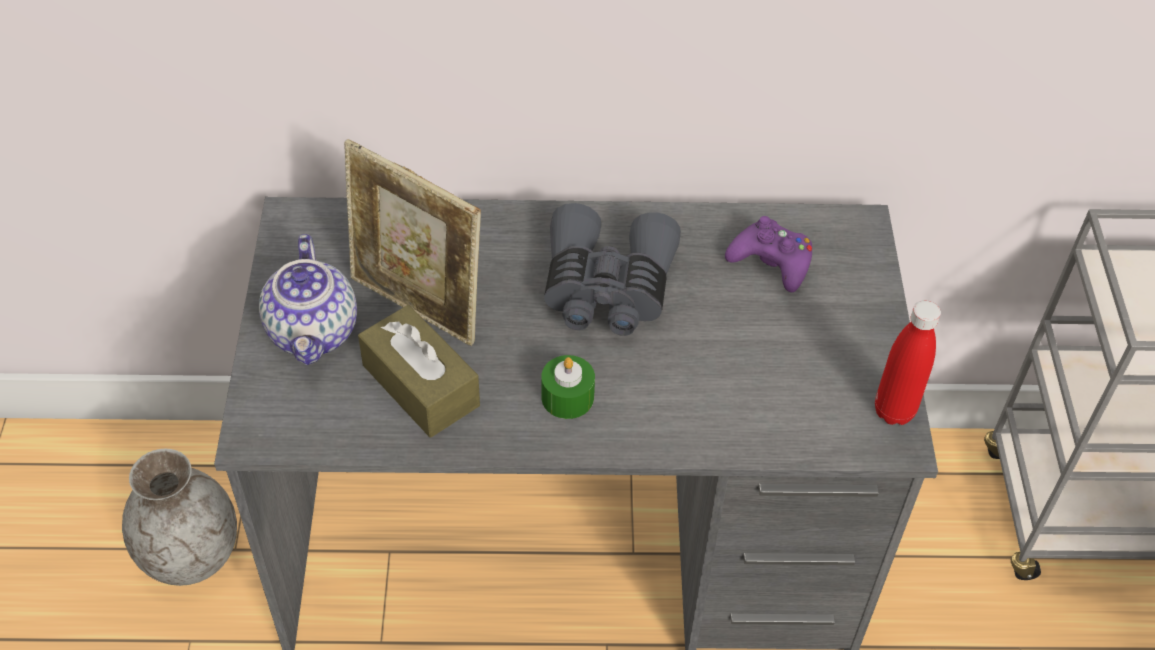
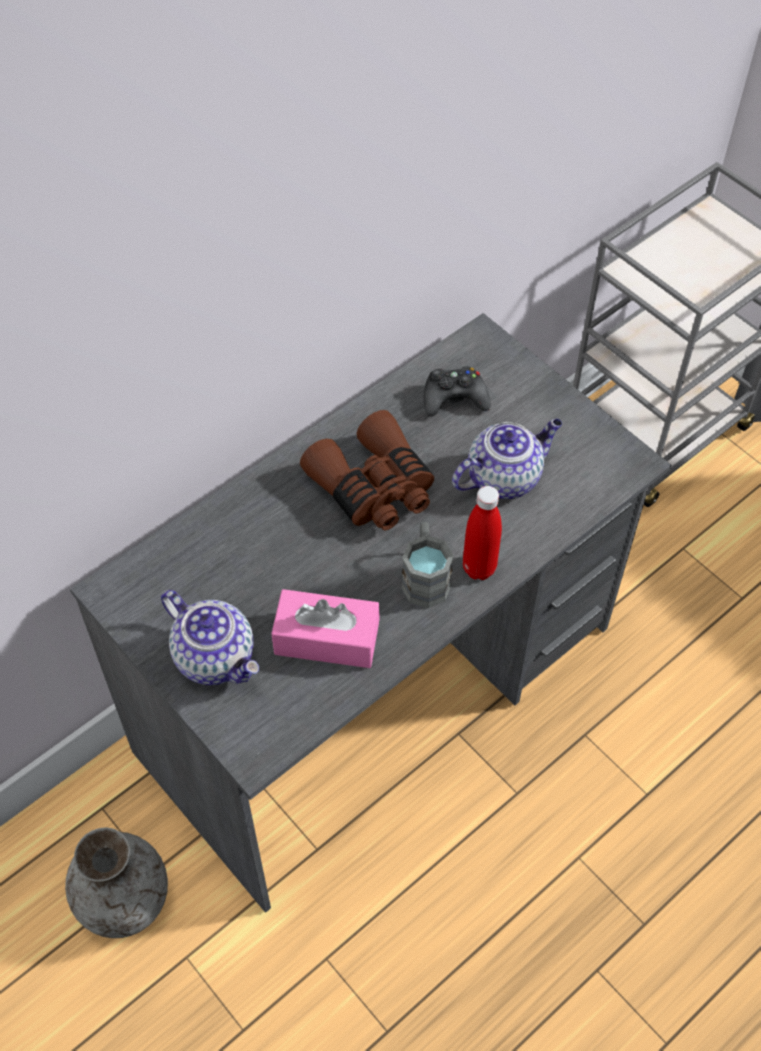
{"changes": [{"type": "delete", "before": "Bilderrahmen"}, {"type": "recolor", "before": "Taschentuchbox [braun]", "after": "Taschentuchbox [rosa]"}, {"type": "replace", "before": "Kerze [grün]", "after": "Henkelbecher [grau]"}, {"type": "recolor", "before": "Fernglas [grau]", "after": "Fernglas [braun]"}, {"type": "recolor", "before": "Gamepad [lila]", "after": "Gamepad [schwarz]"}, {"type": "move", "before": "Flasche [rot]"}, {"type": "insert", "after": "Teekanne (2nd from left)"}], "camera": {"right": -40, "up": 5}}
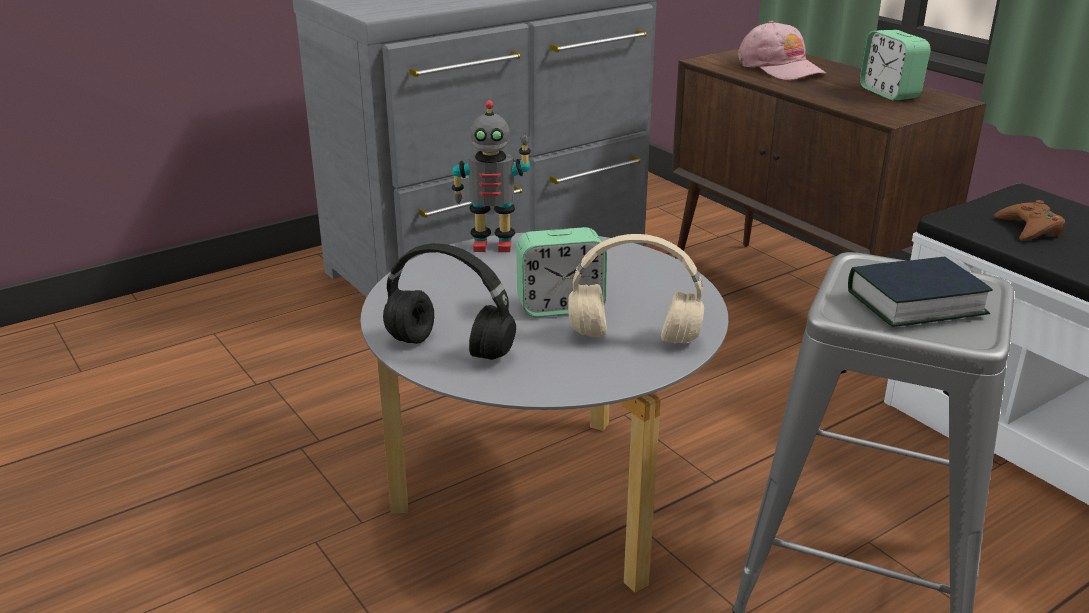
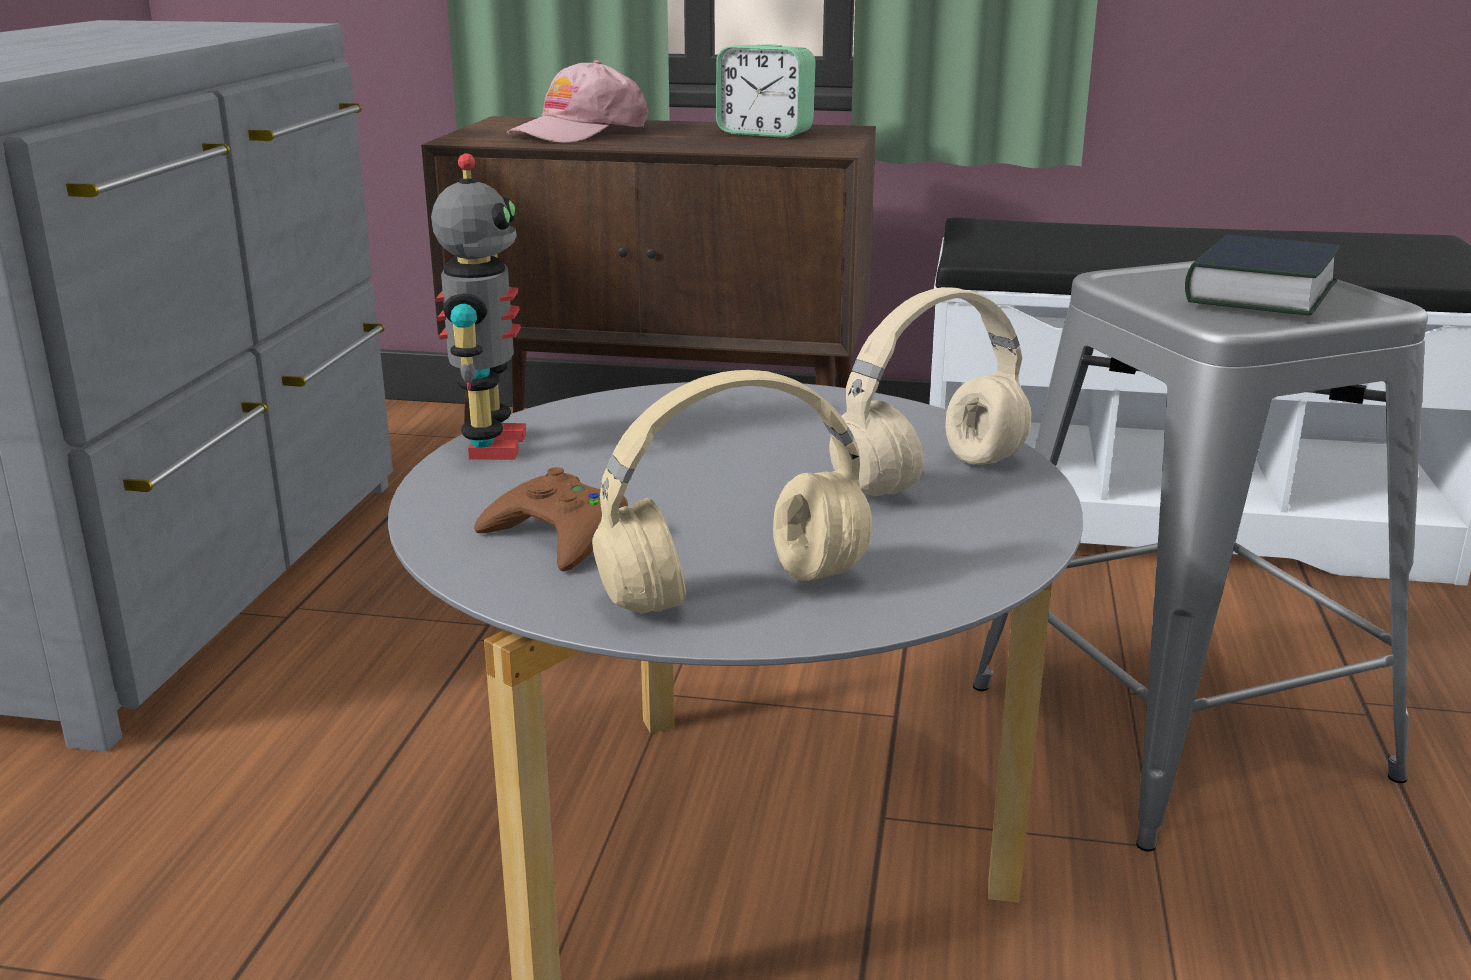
{"changes": [{"type": "recolor", "before": "Kopfhörer [schwarz]", "after": "Kopfhörer [beige] (1st from left)"}, {"type": "rotate", "before": "Spielzeugroboter", "turn": -45}, {"type": "delete", "before": "Wecker (1st from left)"}, {"type": "rotate", "before": "Kappe [rosa]", "turn": 120}, {"type": "move", "before": "Gamepad [braun]"}], "camera": {"right": -45, "up": -5}}
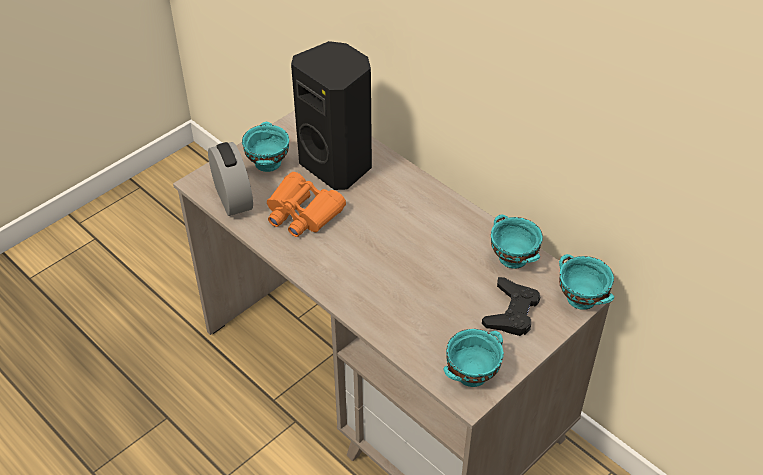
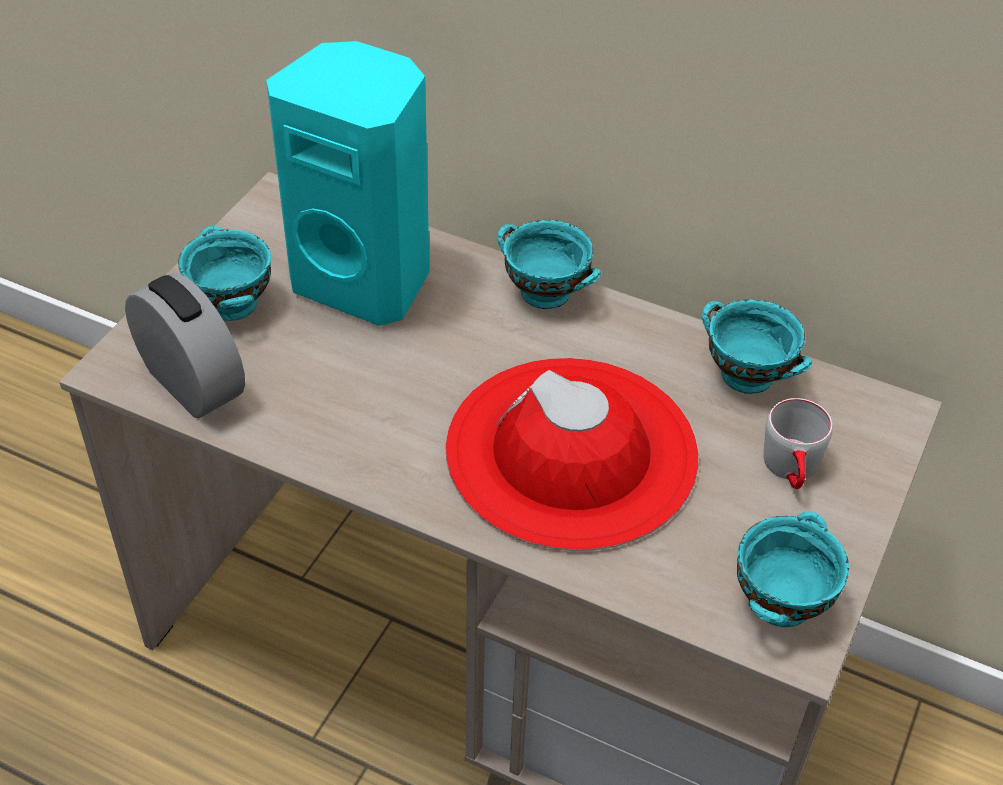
{"changes": [{"type": "delete", "before": "Fernglas [orange]"}, {"type": "recolor", "before": "Lautsprecher [schwarz]", "after": "Lautsprecher [türkis]"}, {"type": "replace", "before": "Gamepad [schwarz]", "after": "Henkelbecher [grau]"}, {"type": "move", "before": "Schüssel [türkis] (4th from left in the first image)", "after": "Schüssel [türkis] (2nd from left)"}, {"type": "insert", "after": "Hut [rot]"}], "camera": {"right": -20, "up": 0}}
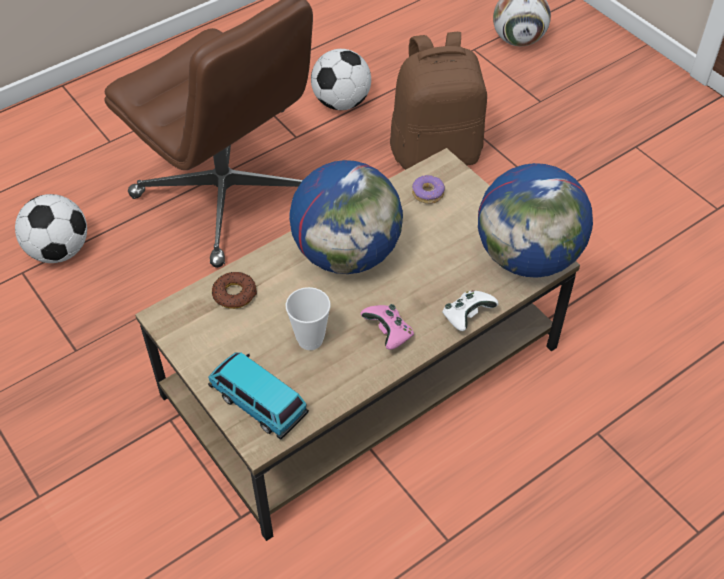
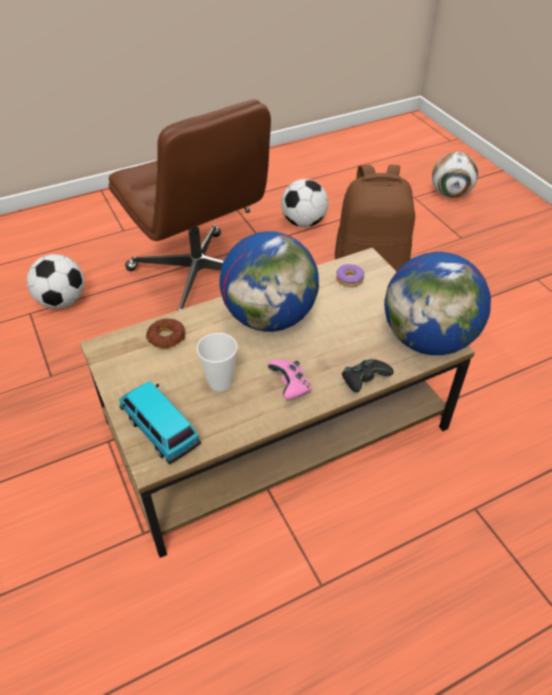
{"changes": [{"type": "recolor", "before": "Gamepad [weiß]", "after": "Gamepad [schwarz]"}], "camera": {"right": 10, "up": -5}}
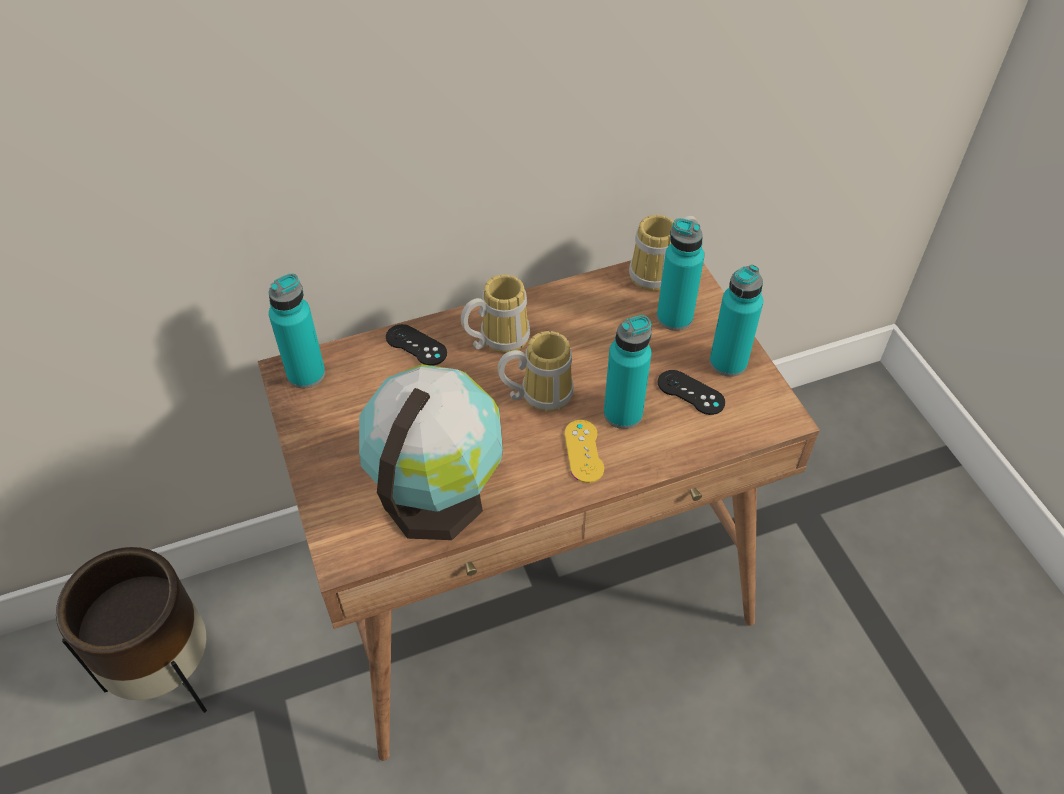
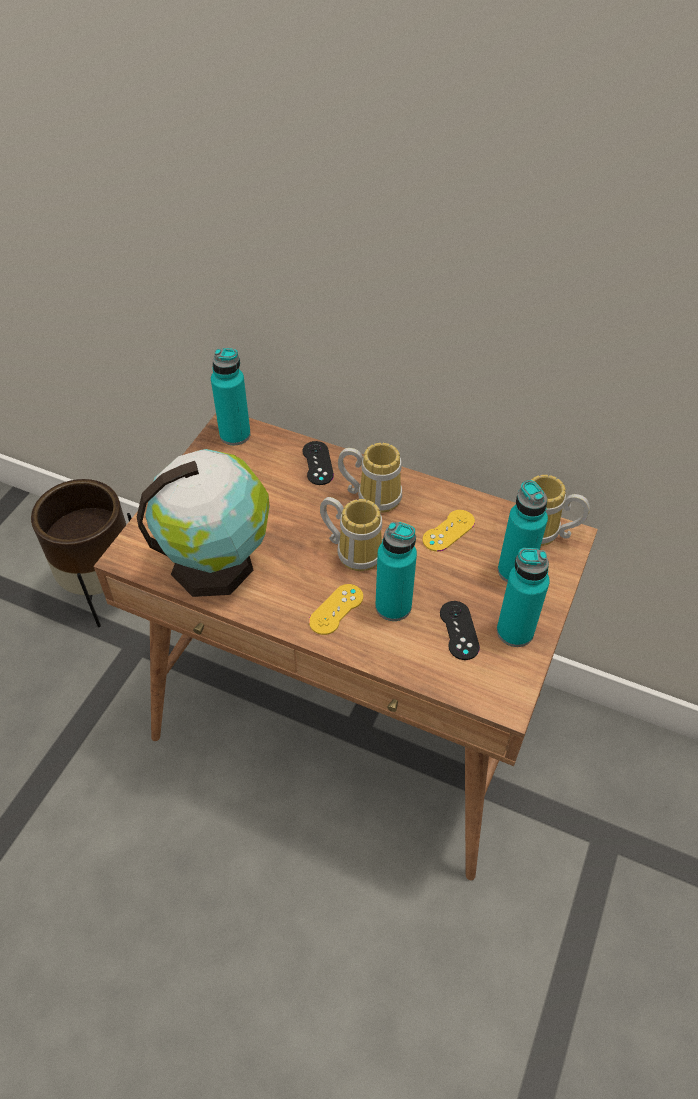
{"changes": [{"type": "insert", "after": "Gamepad [gelb] (2nd from left)"}], "camera": {"right": 45, "up": 0}}
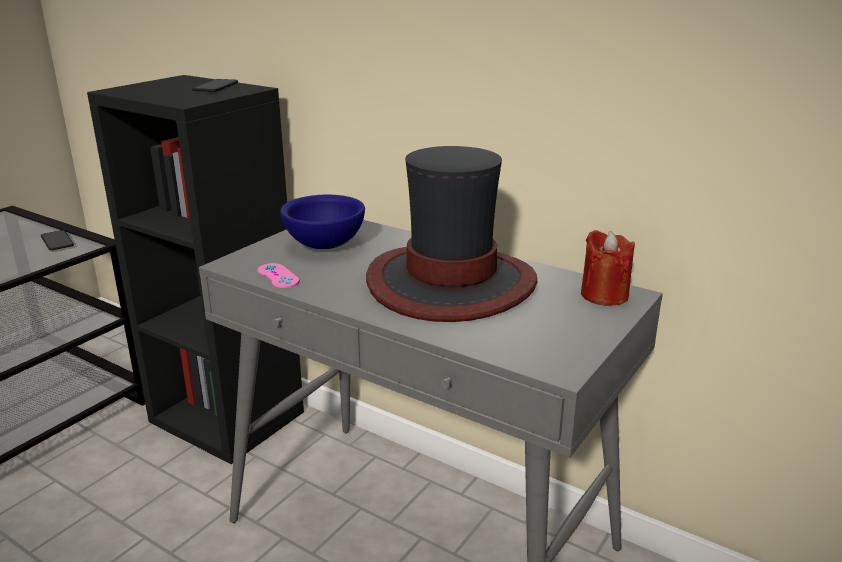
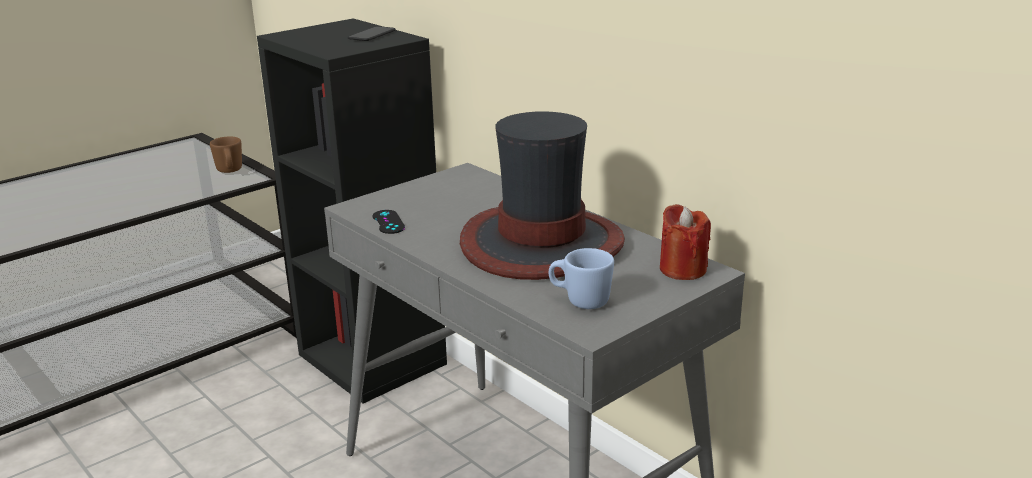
{"changes": [{"type": "replace", "before": "Handy (1st from left)", "after": "Henkelbecher [braun]"}, {"type": "recolor", "before": "Gamepad [rosa]", "after": "Gamepad [schwarz]"}, {"type": "delete", "before": "Schüssel [blau]"}, {"type": "insert", "after": "Henkelbecher [blau]"}], "camera": {"right": 15, "up": 0}}
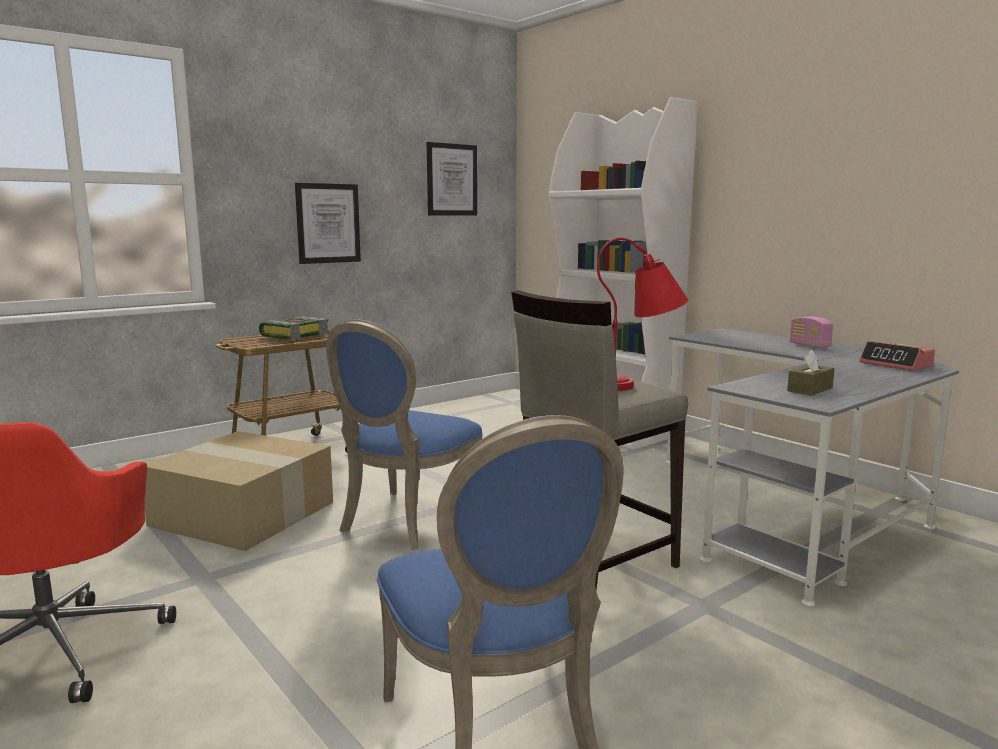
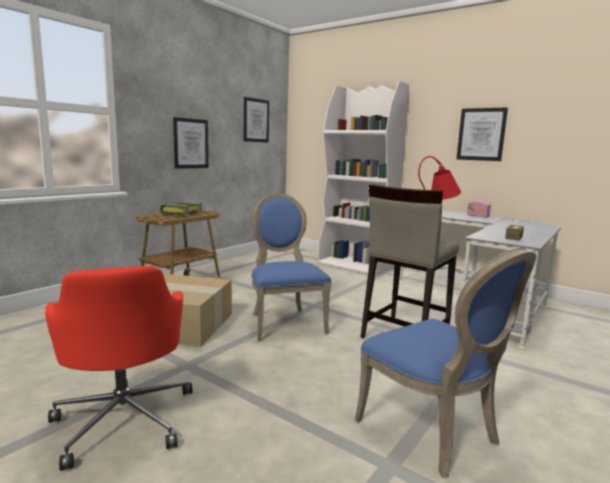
{"changes": [{"type": "rotate", "before": "Stuhl [blau] (1st from left)", "turn": 150}, {"type": "delete", "before": "Wecker"}, {"type": "insert", "after": "Bild (3rd from left)"}], "camera": {"right": -15, "up": 0}}
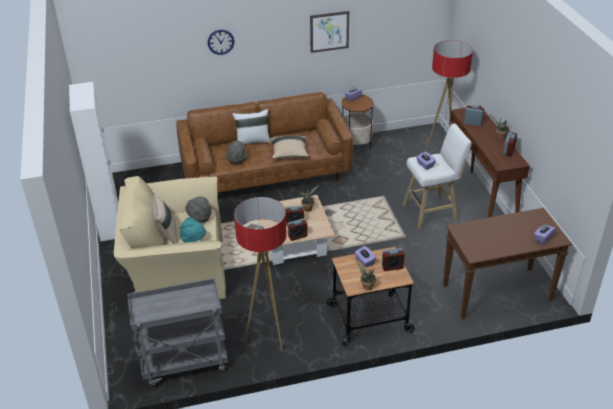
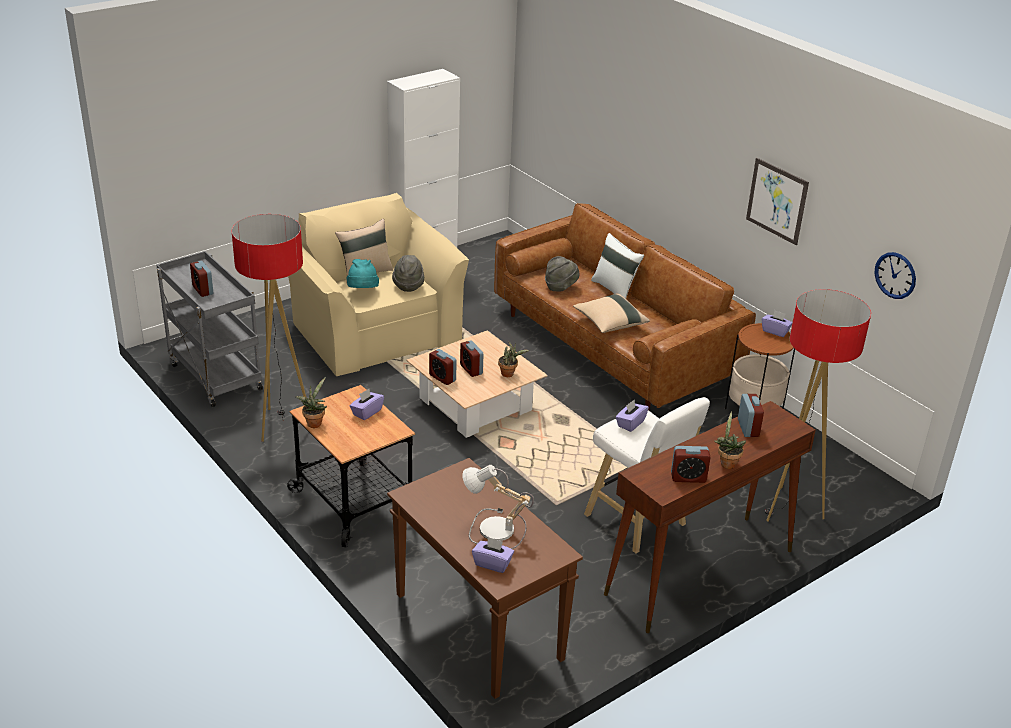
{"changes": [{"type": "move", "before": "Wanduhr"}, {"type": "move", "before": "Wecker (3rd from left in the first image)", "after": "Wecker (1st from left)"}, {"type": "insert", "after": "Tischlampe"}], "camera": {"right": 65, "up": -5}}
